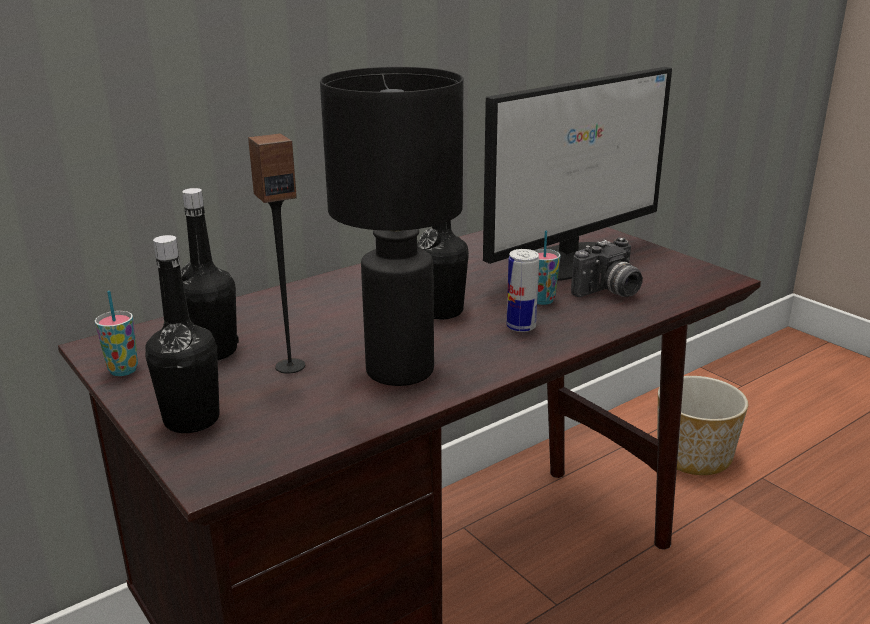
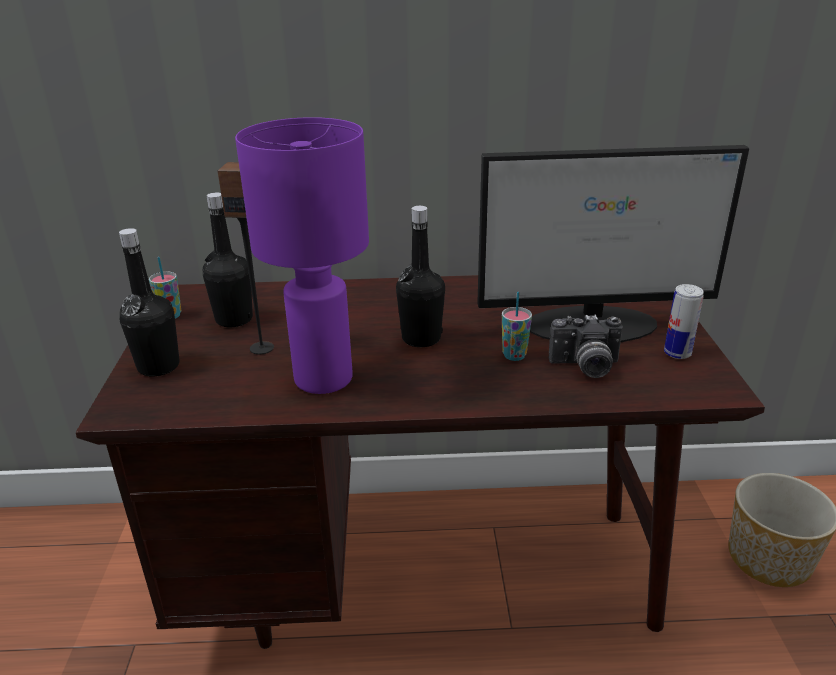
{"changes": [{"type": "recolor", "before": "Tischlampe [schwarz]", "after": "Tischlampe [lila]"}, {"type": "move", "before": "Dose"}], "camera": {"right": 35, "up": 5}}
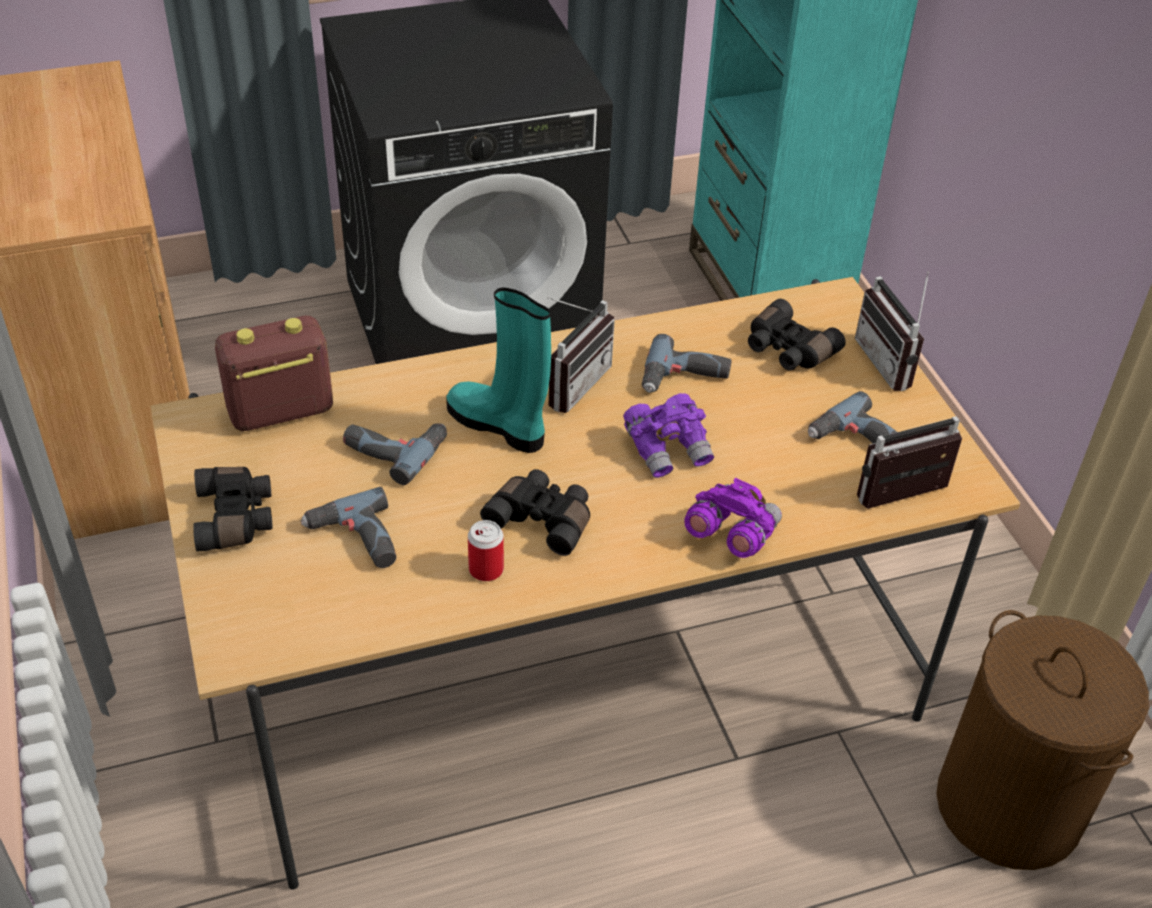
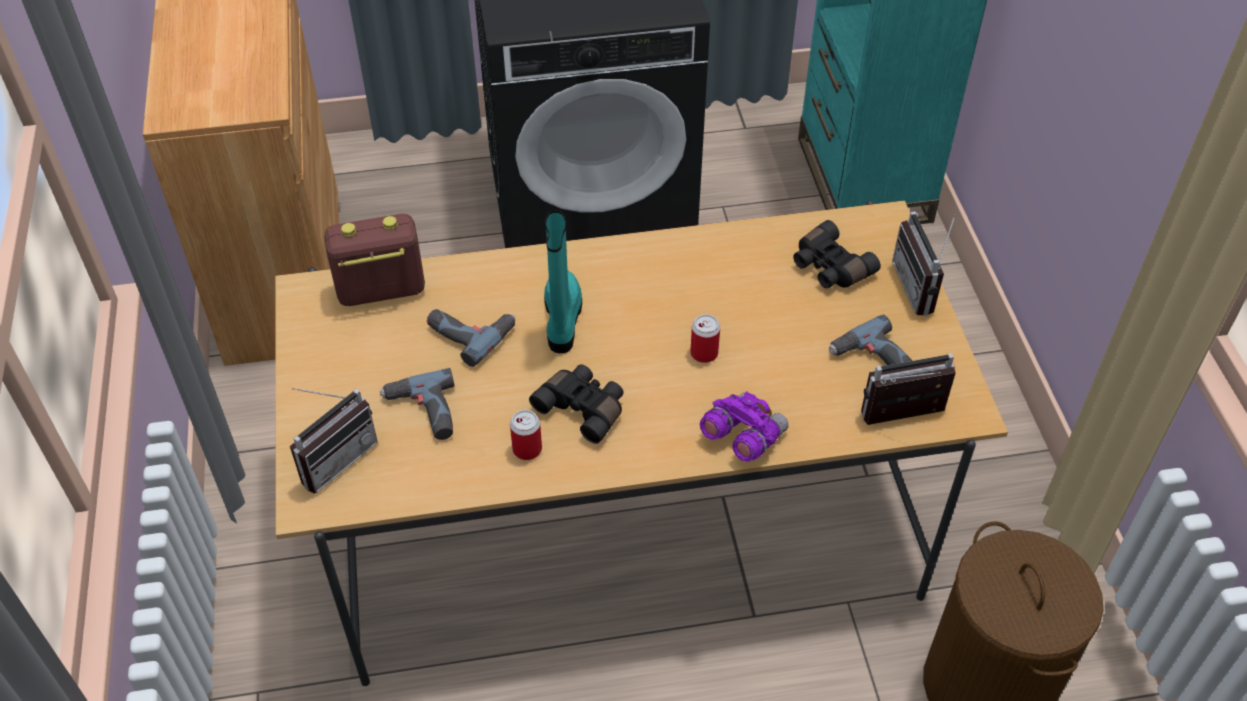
{"changes": [{"type": "delete", "before": "Fernglas [schwarz] (1st from left)"}, {"type": "rotate", "before": "Stiefel [türkis]", "turn": 45}, {"type": "move", "before": "Radio (2nd from left in the first image)", "after": "Radio (1st from left)"}, {"type": "replace", "before": "Fernglas [lila] (1st from left)", "after": "Dose (2nd from left)"}, {"type": "delete", "before": "Bohrmaschine (3rd from left)"}], "camera": {"right": 10, "up": 5}}
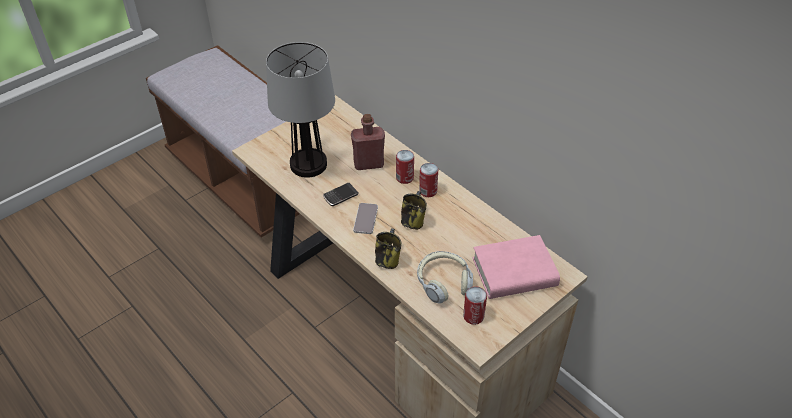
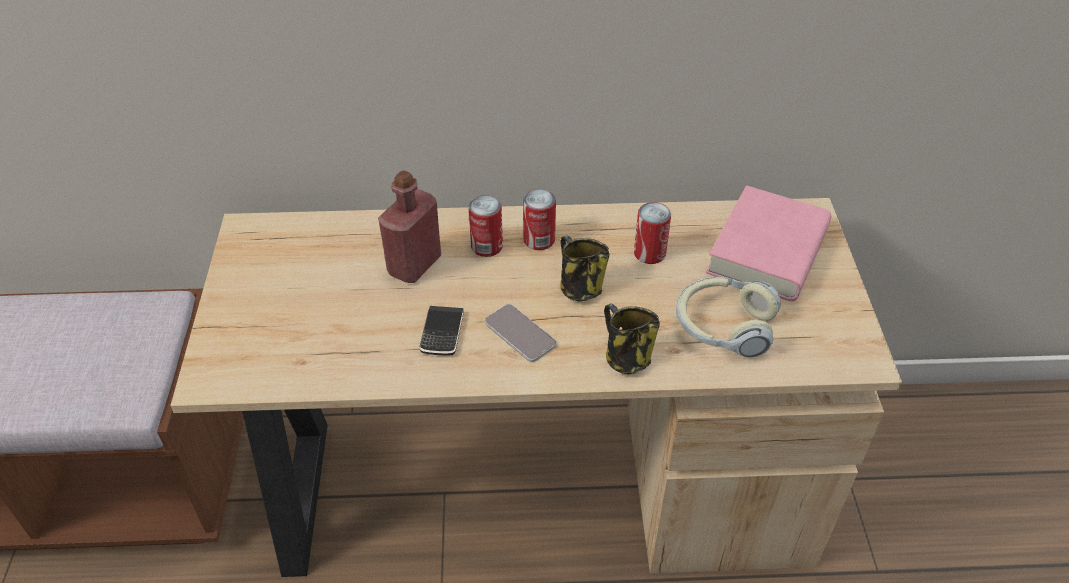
{"changes": [{"type": "delete", "before": "Tischlampe"}, {"type": "move", "before": "Dose (3rd from left)"}], "camera": {"right": -50, "up": 0}}
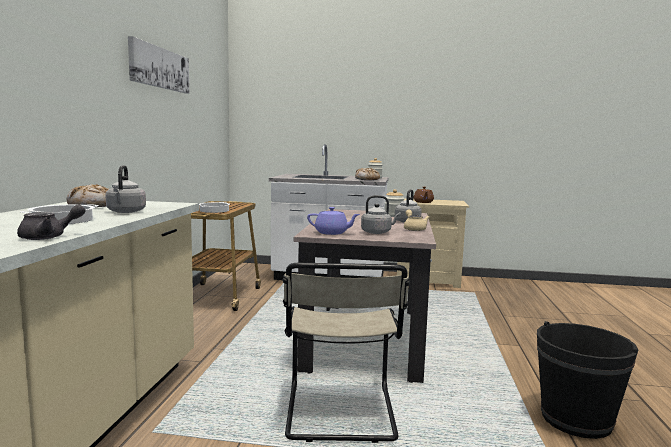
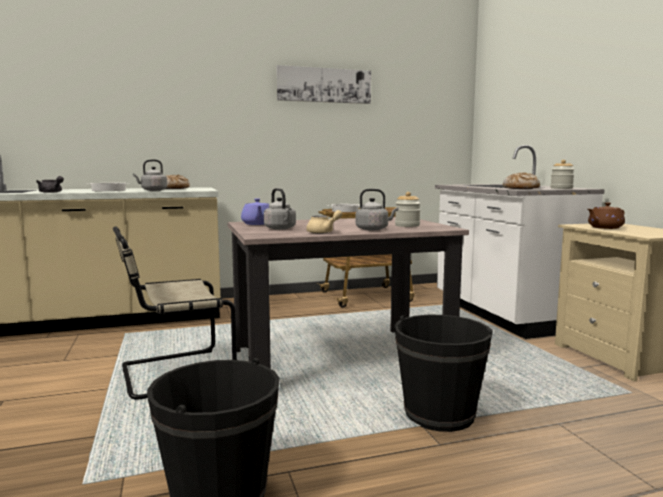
{"changes": [{"type": "insert", "after": "Eimer [schwarz] (2nd from left)"}], "camera": {"right": 65, "up": 0}}
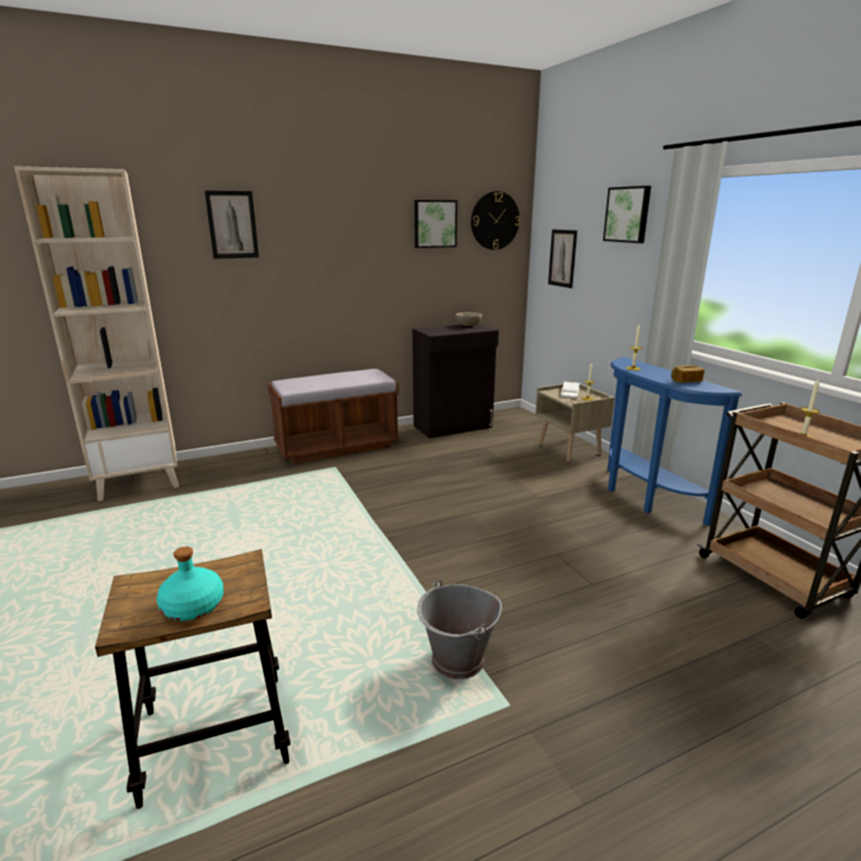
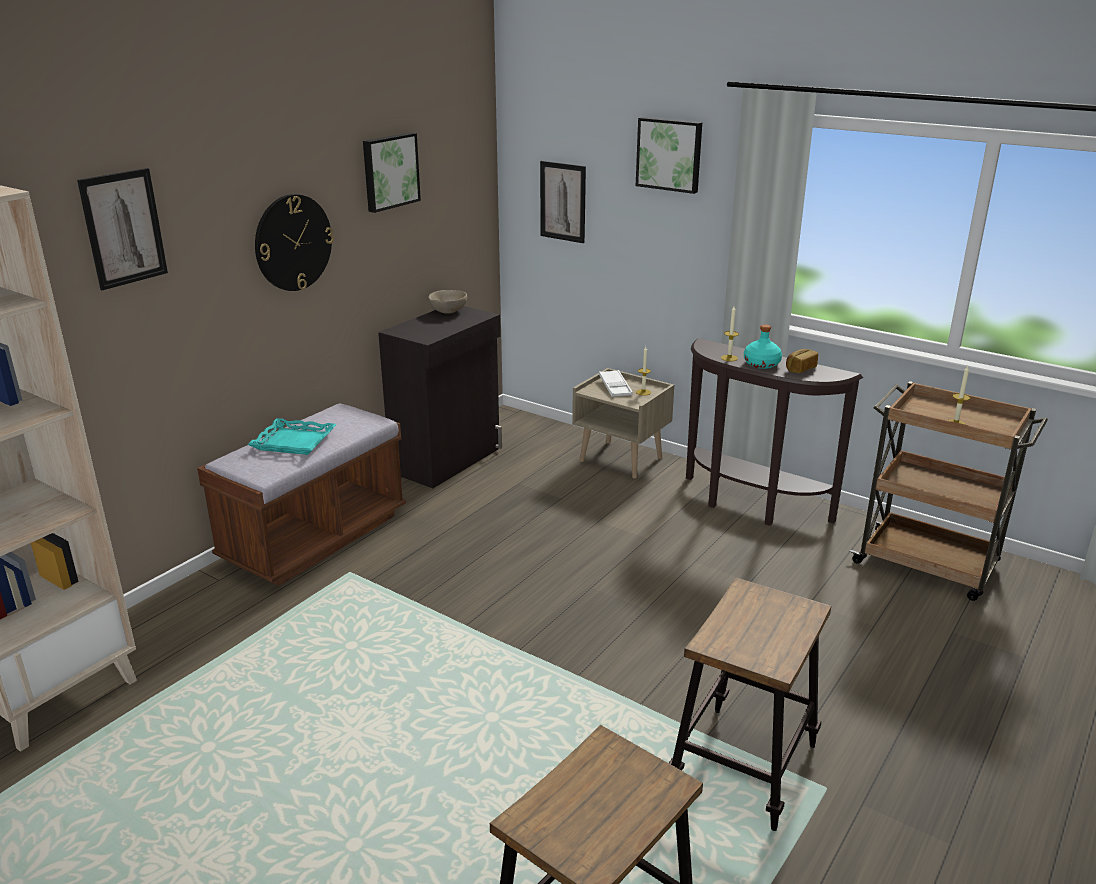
{"changes": [{"type": "move", "before": "Flasche [türkis]"}, {"type": "replace", "before": "Eimer [grau]", "after": "Hocker (2nd from left)"}, {"type": "move", "before": "Wanduhr"}, {"type": "recolor", "before": "Konsolentisch [blau]", "after": "Konsolentisch [braun]"}, {"type": "insert", "after": "Tablett [türkis]"}], "camera": {"right": -30, "up": 5}}
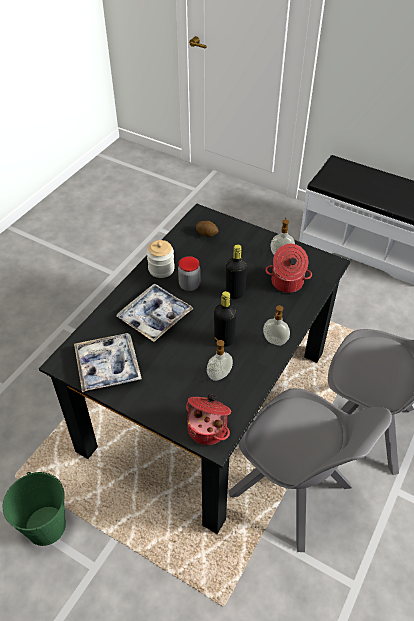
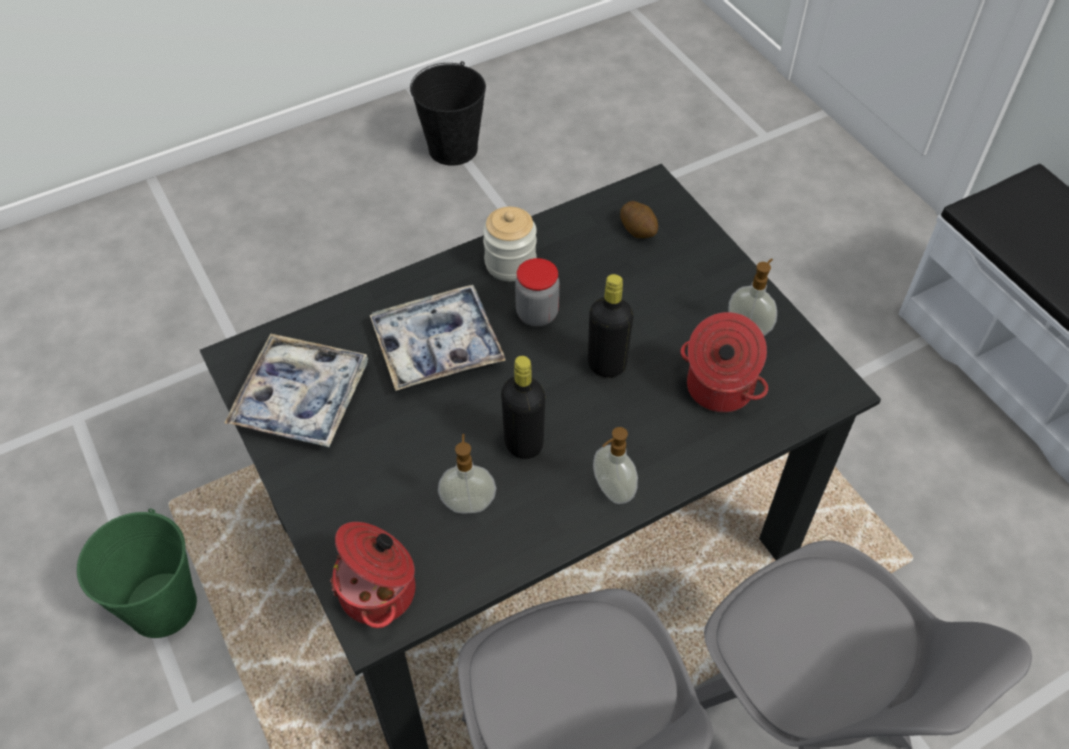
{"changes": [{"type": "insert", "after": "Eimer [schwarz]"}], "camera": {"right": 30, "up": 5}}
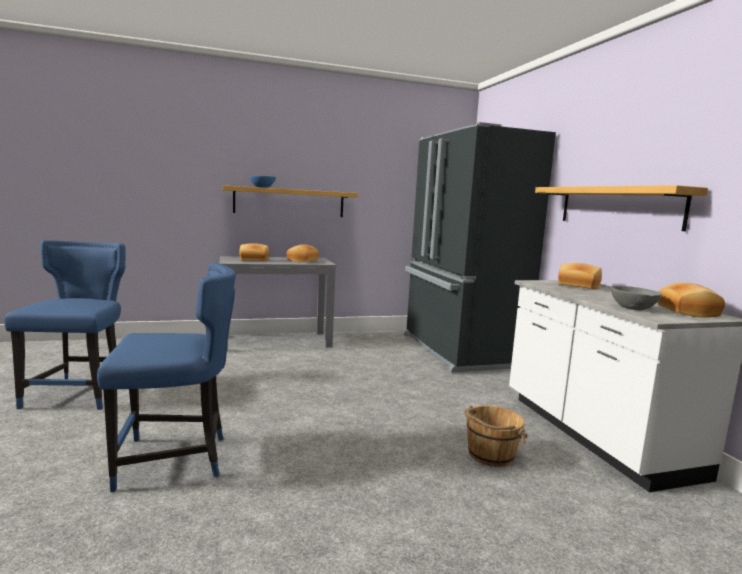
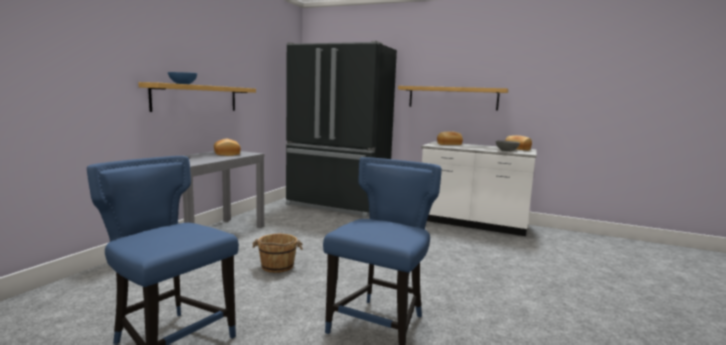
{"changes": [{"type": "delete", "before": "Brot (1st from left)"}, {"type": "move", "before": "Eimer [braun]"}], "camera": {"right": -50, "up": 0}}
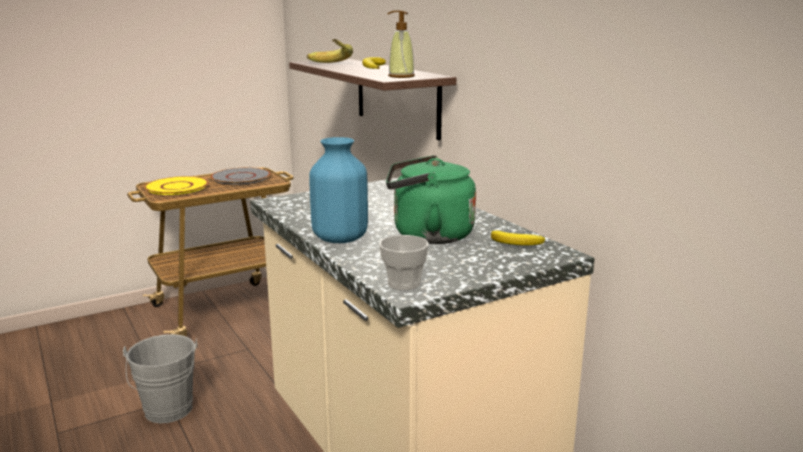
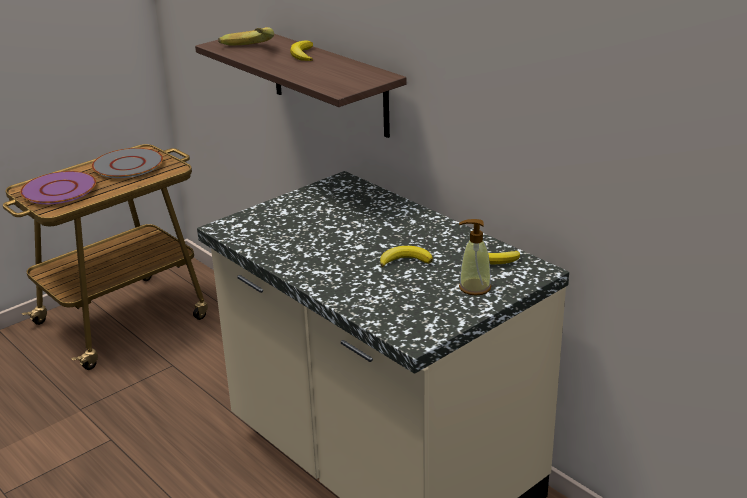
{"changes": [{"type": "delete", "before": "Eimer [grau]"}, {"type": "recolor", "before": "Teller [gelb]", "after": "Teller [lila]"}, {"type": "delete", "before": "Vase [blau]"}, {"type": "delete", "before": "Tasse"}, {"type": "replace", "before": "Wasserkessel [grün]", "after": "Banane (3rd from left)"}, {"type": "move", "before": "Seifenspender"}], "camera": {"right": -10, "up": 10}}
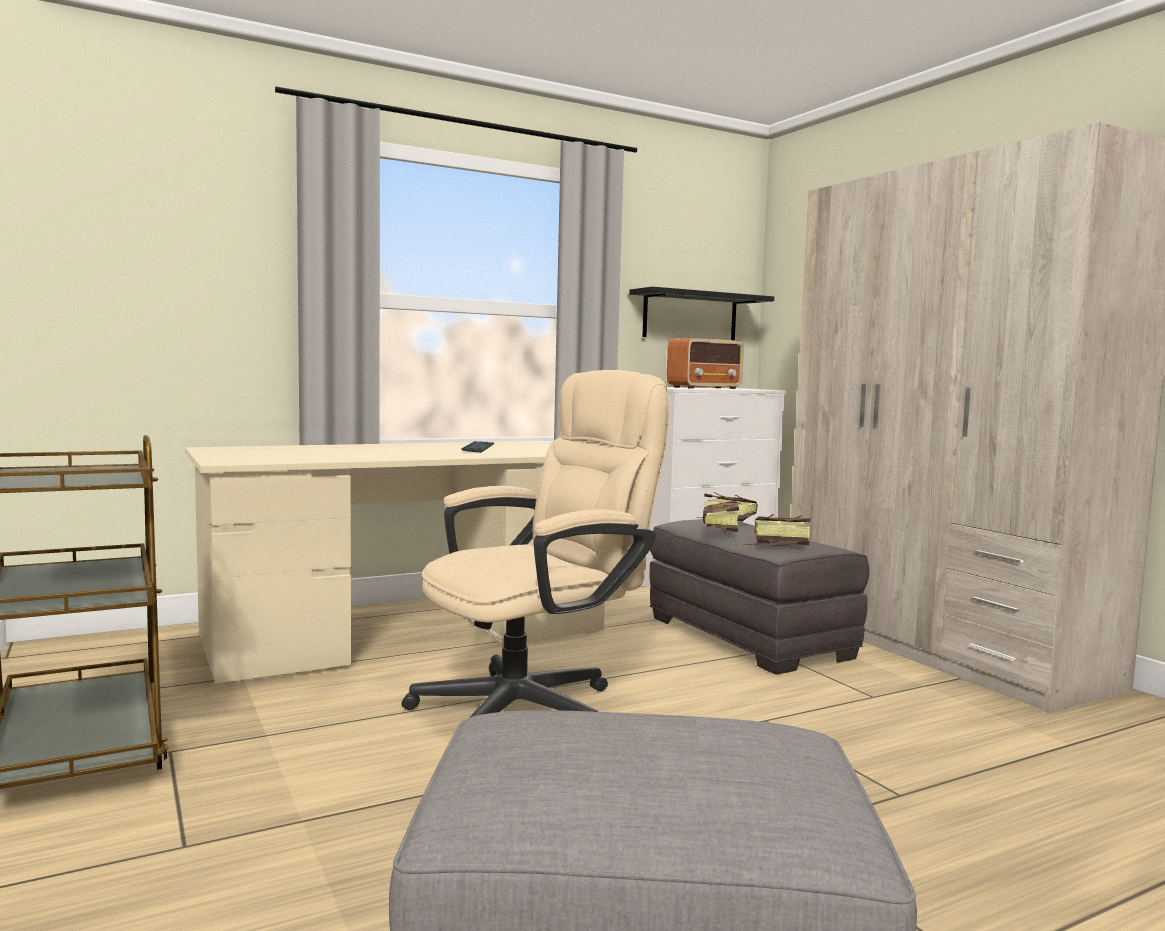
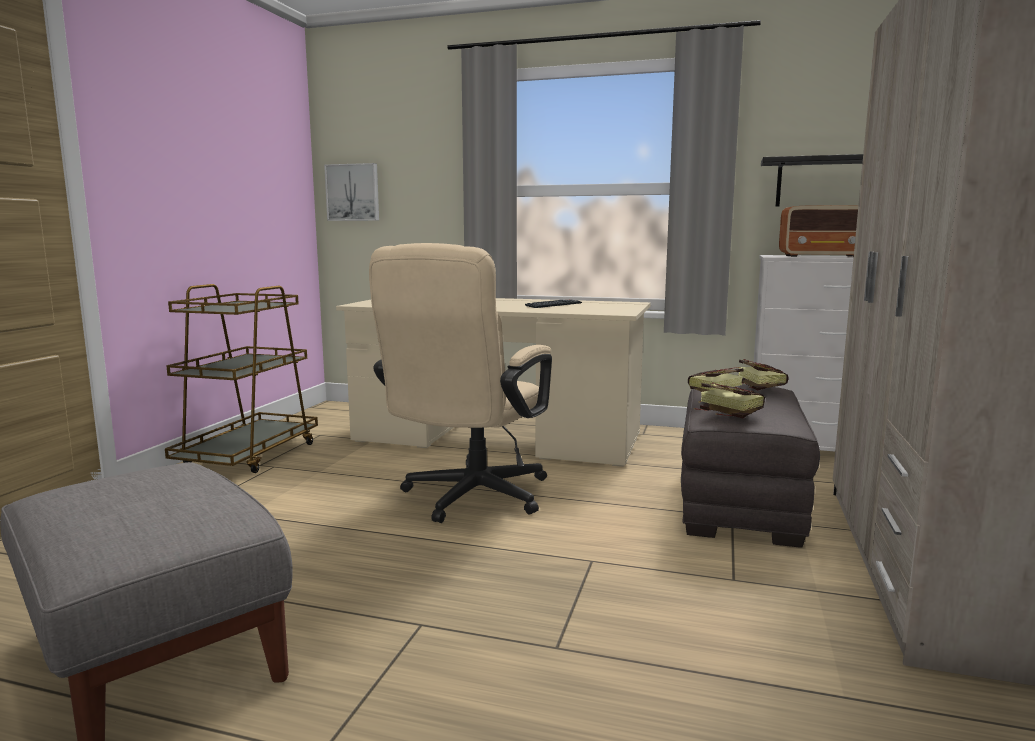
{"changes": [{"type": "rotate", "before": "Bürostuhl [beige]", "turn": 105}, {"type": "insert", "after": "Bild"}], "camera": {"right": 45, "up": 5}}
